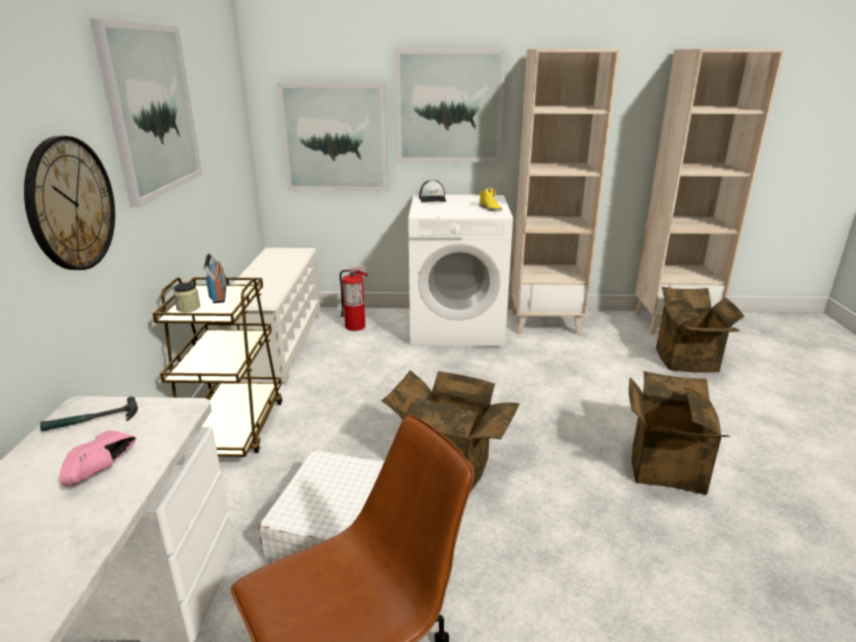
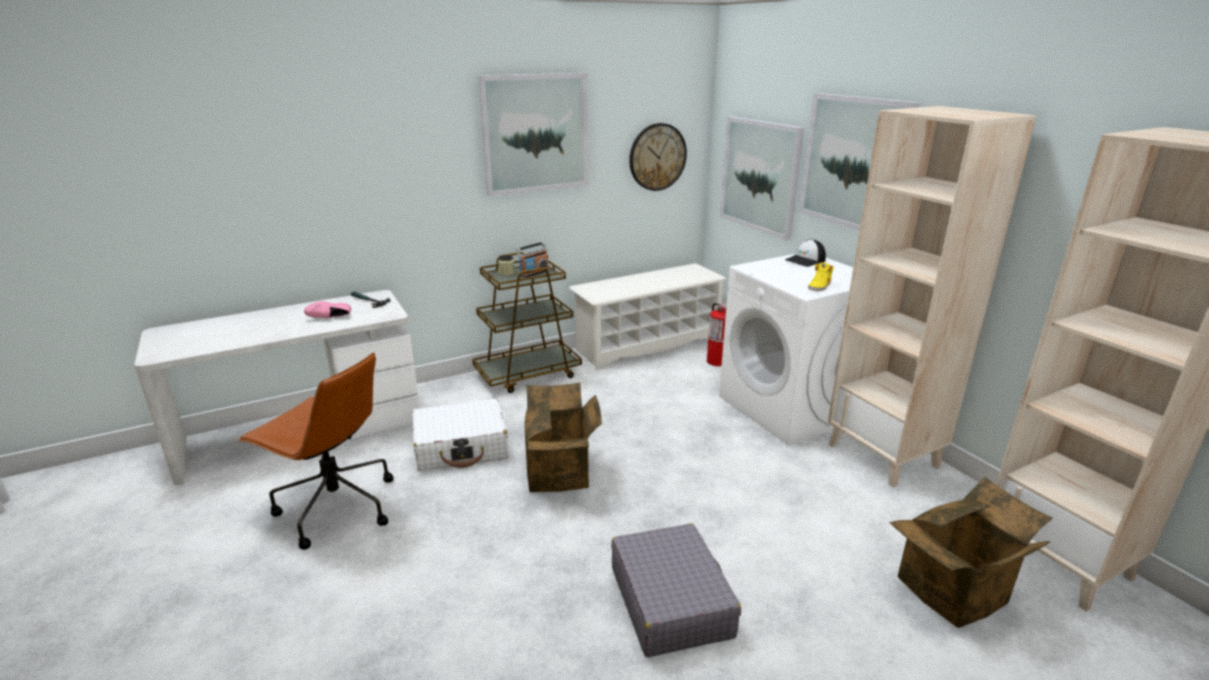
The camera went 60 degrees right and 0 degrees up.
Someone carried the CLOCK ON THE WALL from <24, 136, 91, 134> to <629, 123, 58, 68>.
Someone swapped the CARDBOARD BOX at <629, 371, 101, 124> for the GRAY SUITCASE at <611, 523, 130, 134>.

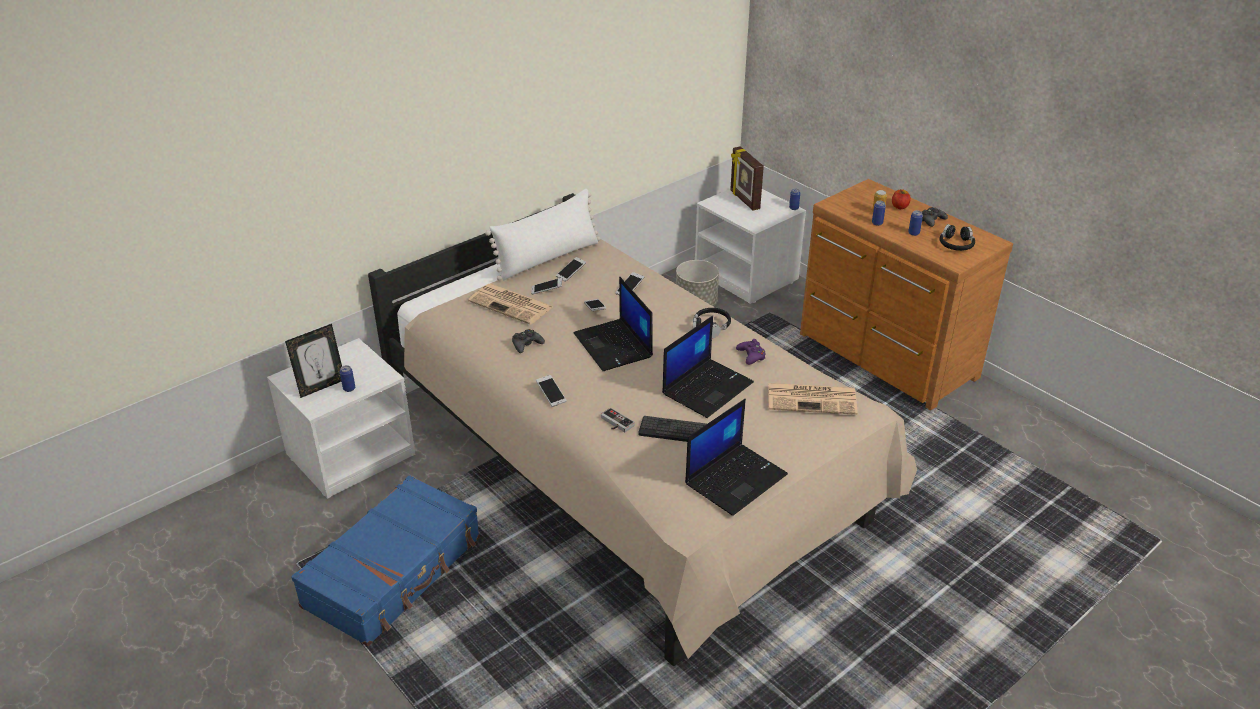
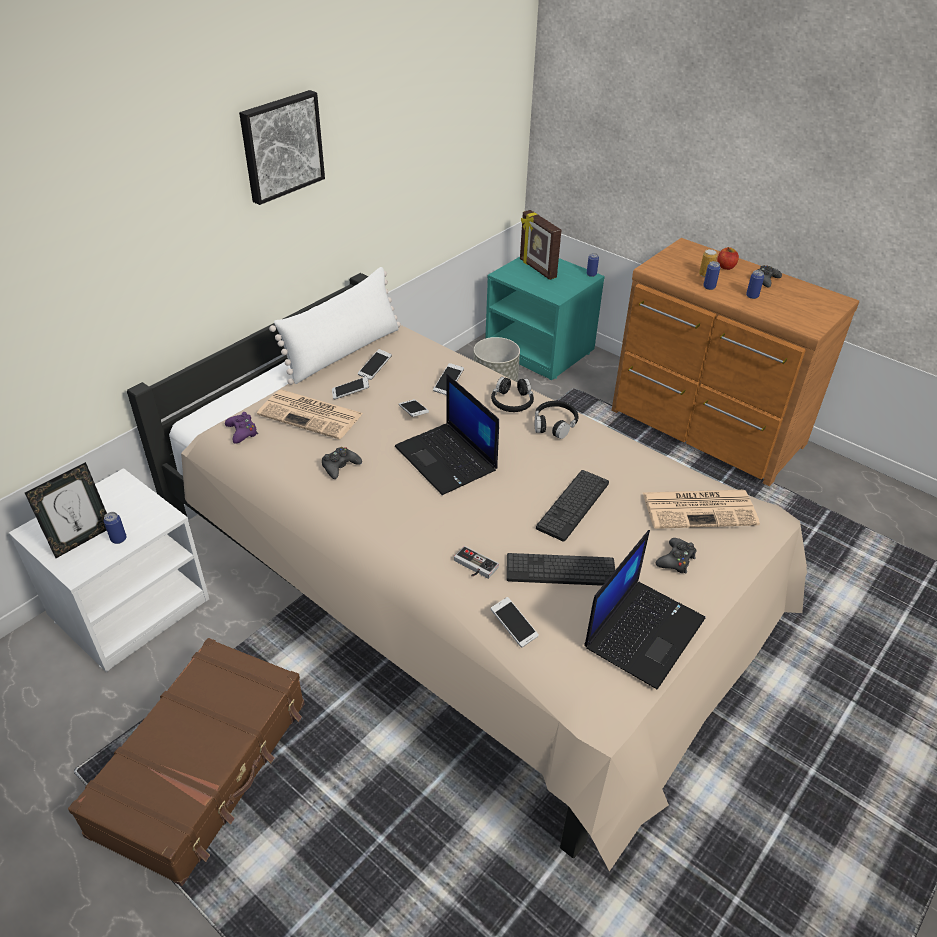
The camera went 10 degrees left and 5 degrees up.
Someone put up the WALL ART at <239, 90, 86, 115>.
Someone put down the BLACK JOYPAD at <656, 538, 40, 35>.
Someone carried the TELEPHONE from <536, 375, 31, 32> to <490, 597, 49, 51>.
Someone carried the PURPLE-COLOURED JOYPAD from <736, 339, 29, 26> to <225, 412, 33, 32>.
Someone carried the BLACK HEADSET from <939, 224, 36, 27> to <491, 377, 43, 35>.
Someone swapped the LAPTOP at <662, 316, 92, 102> for the COMPUTER KEYBOARD at <536, 470, 73, 72>.
Someone repainted the BLUE SUITCASE at <291, 475, 189, 172>, which became the BROWN-COLOURED SUITCASE at <68, 638, 237, 248>.
Someone repainted the WHITE NIGHT TABLE at <695, 189, 111, 115>, which became the TURQUOISE NIGHT TABLE at <485, 257, 120, 123>.

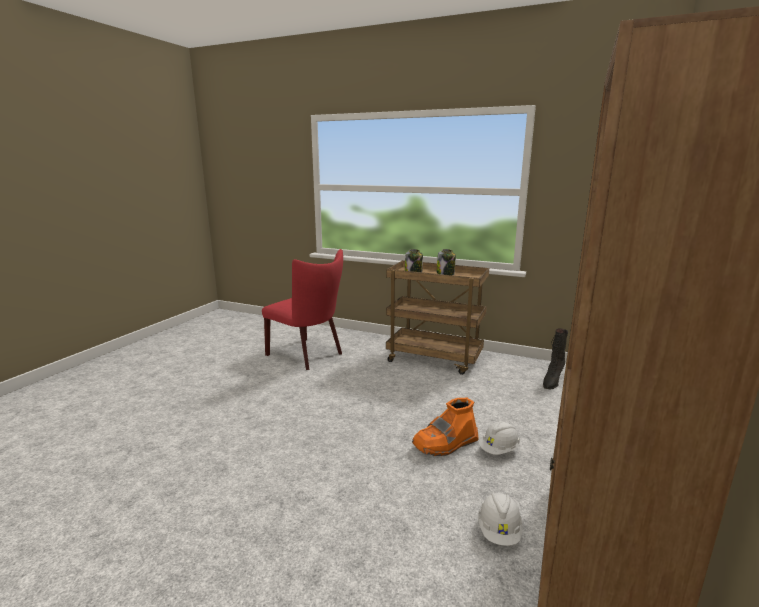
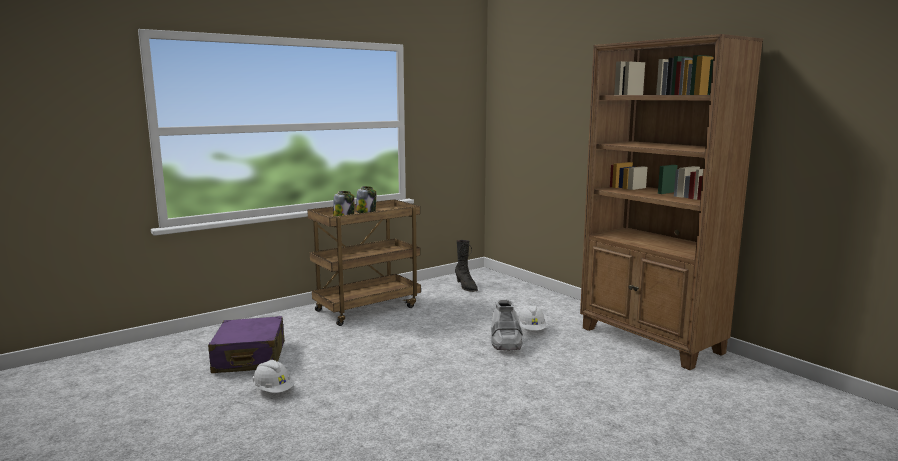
The camera went 60 degrees left and 5 degrees down.
Someone carried the WHITE HARD HAT from <478, 492, 45, 54> to <252, 360, 43, 33>.
Someone swapped the RED PLAIN CHAIR at <262, 249, 81, 121> for the PURPLE-COLOURED SUITCASE at <208, 316, 77, 57>.
Someone repainted the ORANGE-COLOURED TALL BOOT at <412, 398, 67, 58>, which became the GRAY TALL BOOT at <491, 299, 32, 51>.

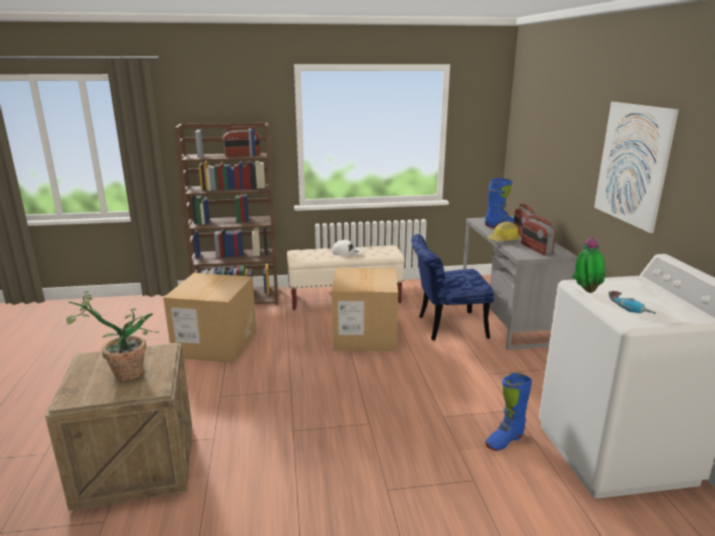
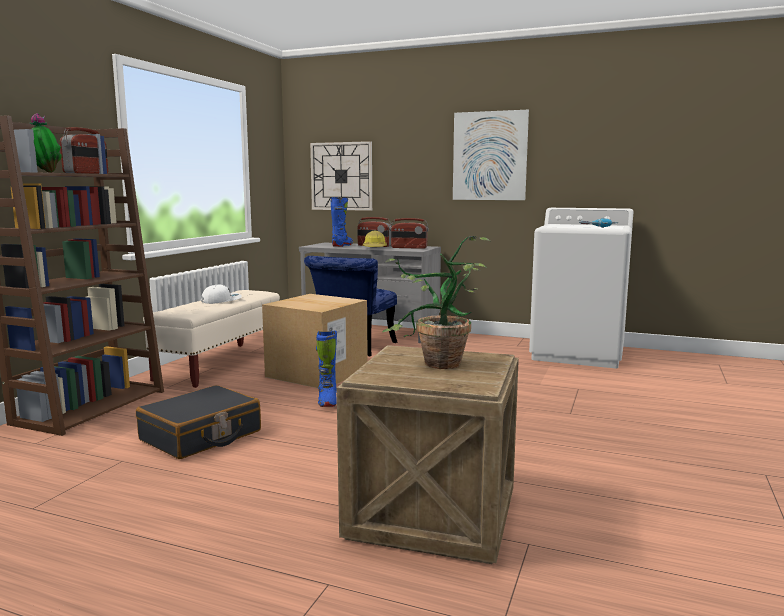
The camera went 60 degrees left and 10 degrees down.
Someone put up the CLOCK ON THE WALL at <310, 141, 62, 70>.
Someone carried the BLUE TALL BOOT from <485, 373, 47, 78> to <316, 330, 21, 77>.
Someone carried the POTTED PLANT from <572, 237, 34, 56> to <29, 113, 33, 60>.
Someone swapped the CARDBOARD BOX at <163, 273, 94, 90> for the BLACK SUITCASE at <136, 385, 125, 74>.

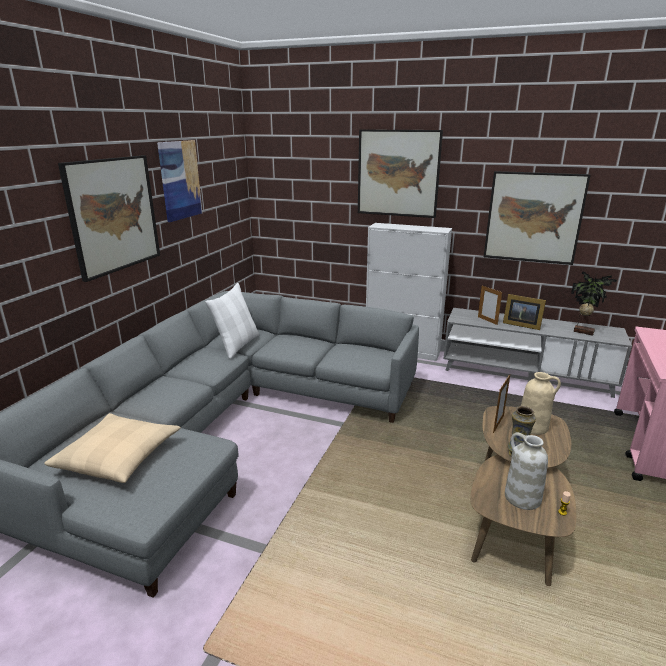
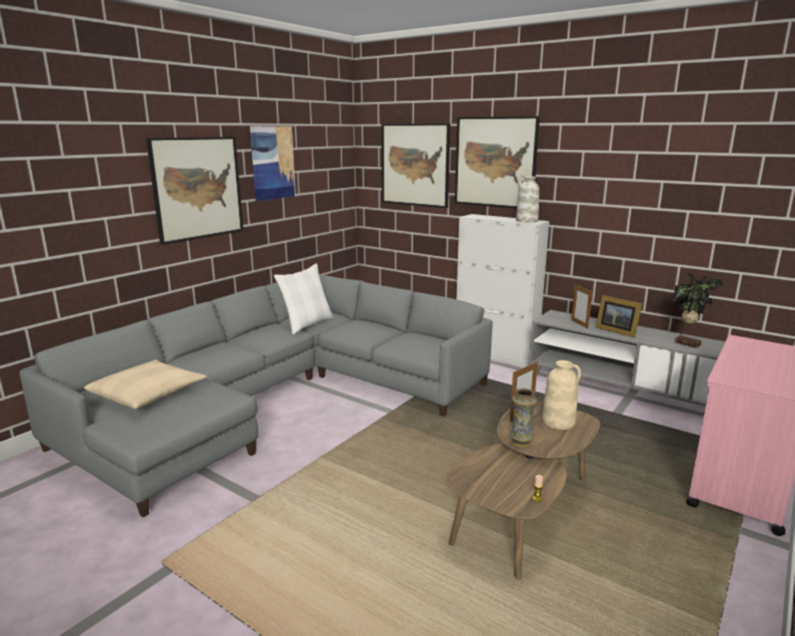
The camera went 15 degrees right and 5 degrees down.
Someone carried the WALL ART from <484, 171, 107, 94> to <381, 123, 69, 85>.
Someone carried the WHITE DECORATIVE VASE from <505, 432, 43, 78> to <516, 175, 23, 48>.

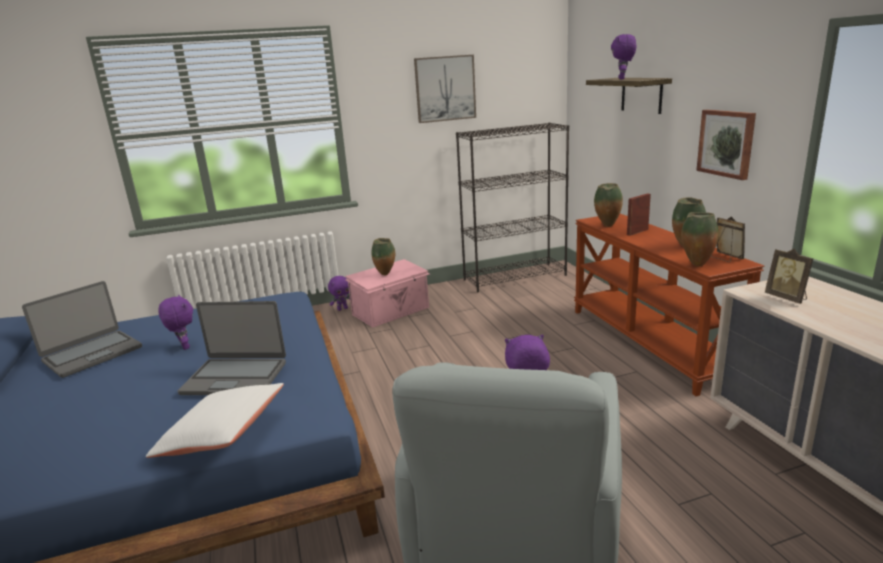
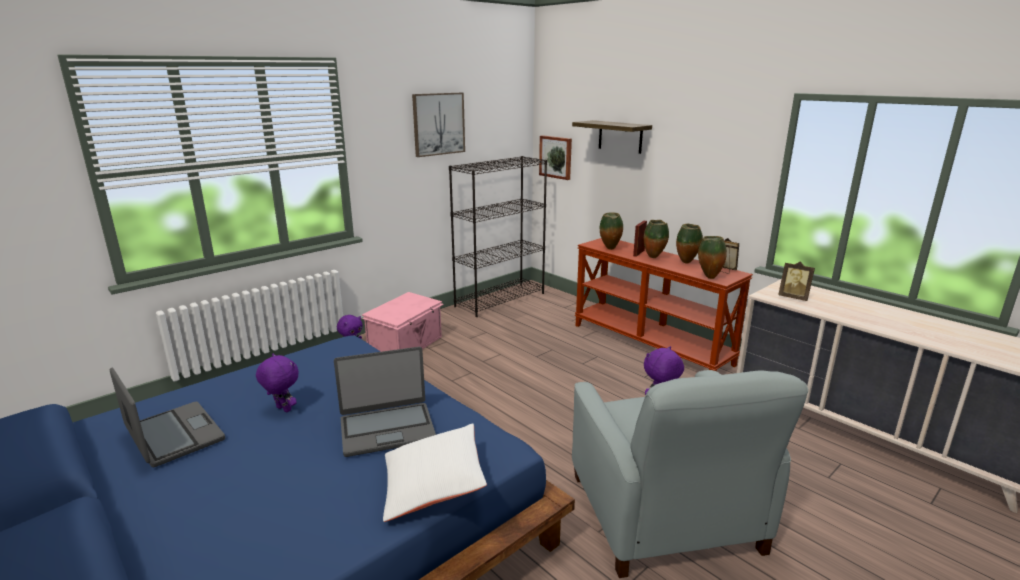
The camera went 25 degrees left and 0 degrees up.
Someone took away the PURPLE-COLOURED SOFT TOY at <611, 34, 26, 45>.
Someone carried the DECORATIVE VASE from <371, 238, 24, 37> to <644, 220, 25, 38>.
Someone carried the WALL ART from <696, 110, 60, 70> to <539, 135, 33, 45>.
Someone rotated the LAPTOP at <22, 281, 120, 97> by 60 degrees counterclockwise.

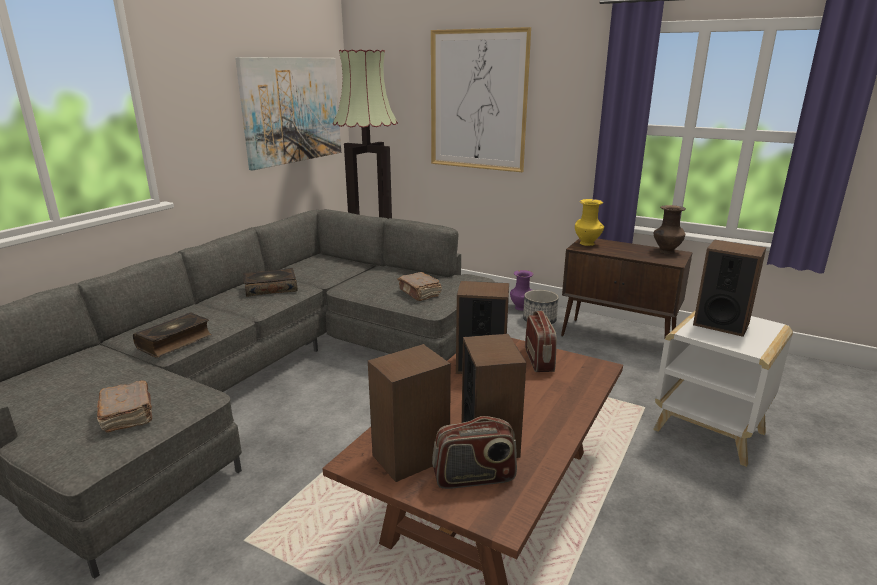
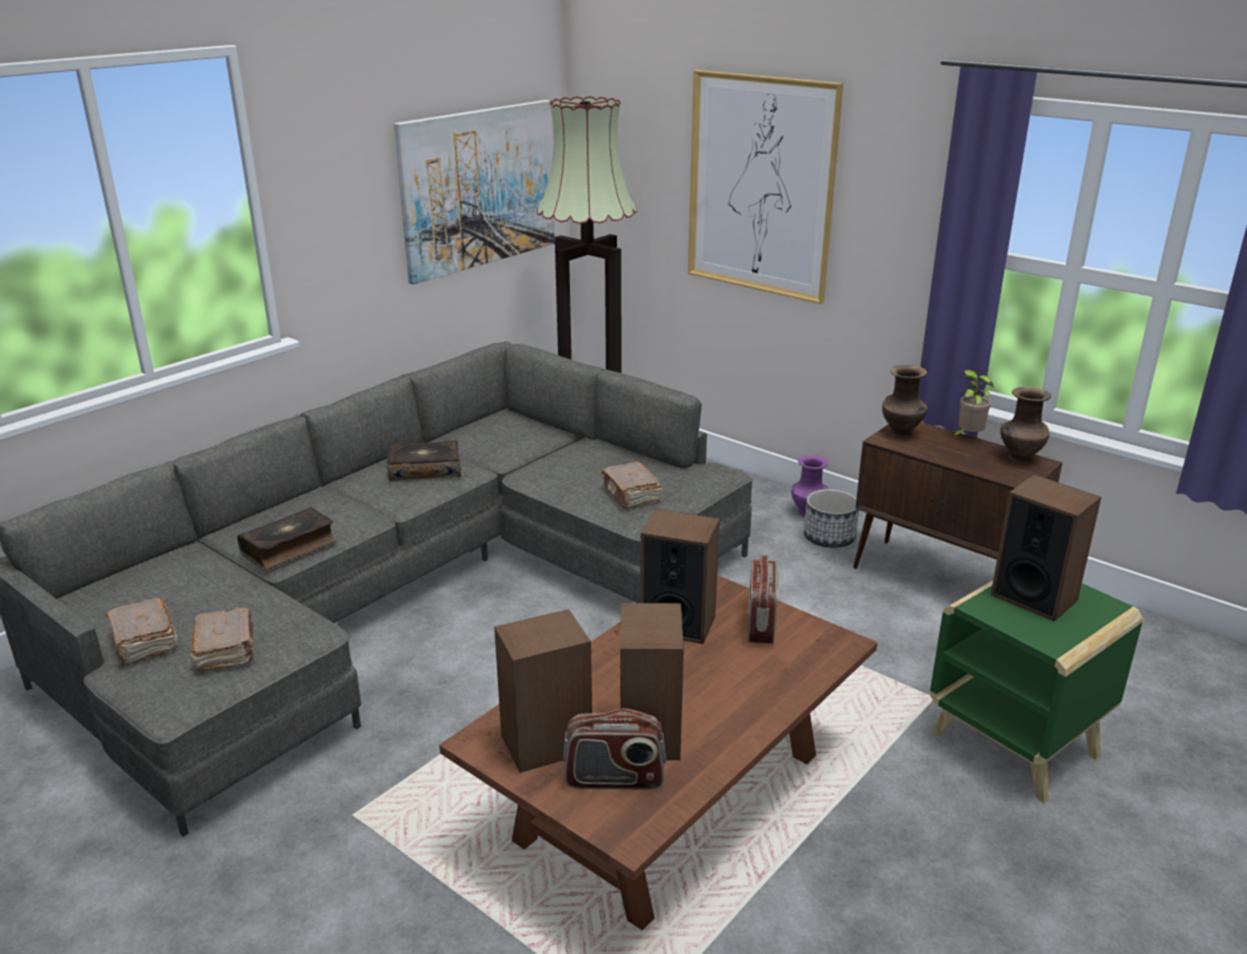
The camera went 10 degrees right and 5 degrees up.
Someone put down the BROWN-COLOURED VOLUME at <105, 598, 72, 67>.
Someone put down the POTTED PLANT at <952, 370, 42, 67>.
Someone repainted the YELLOW DECORATIVE VASE at <575, 199, 29, 47>, which became the BROWN-COLOURED DECORATIVE VASE at <882, 365, 46, 72>.
Someone repainted the WHITE ACCENT TABLE at <653, 310, 140, 157>, which became the GREEN ACCENT TABLE at <930, 580, 213, 223>.

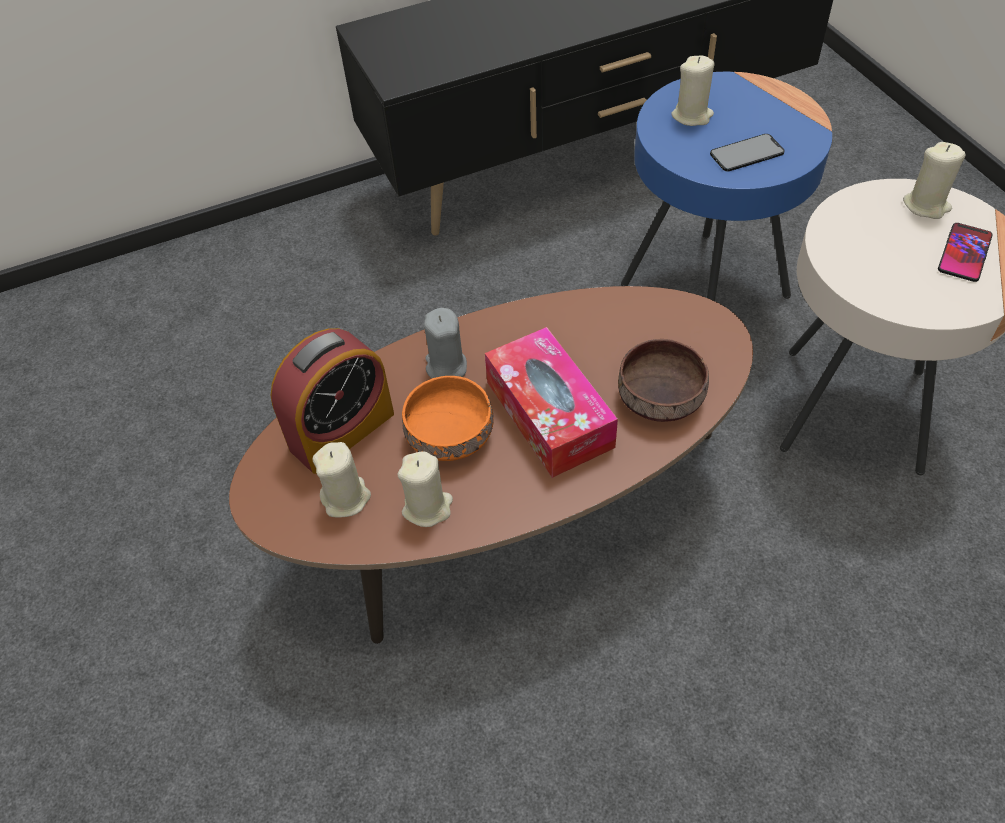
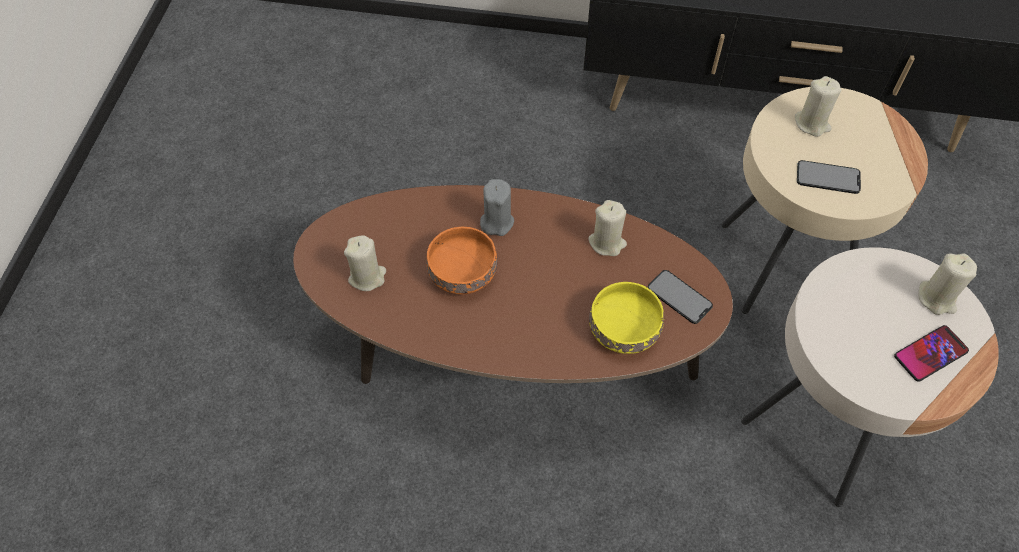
The camera went 30 degrees right and 5 degrees up.
Someone took away the TABLE CLOCK at <271, 328, 123, 146>.
Someone took away the BOX OF TISSUES at <485, 327, 133, 151>.
Someone put down the TELEPHONE at <648, 270, 65, 54>.
Someone carried the SAND-COLOURED WAX CANDLE from <398, 451, 55, 76> to <588, 200, 39, 56>.
Someone repainted the BROWN-COLOURED DEEP DISH at <618, 339, 91, 83>, which became the YELLOW DEEP DISH at <589, 282, 75, 72>.
Someone repainted the BLUE ACCENT TABLE at <621, 72, 211, 229>, which became the SAND-COLOURED ACCENT TABLE at <722, 87, 206, 227>.

